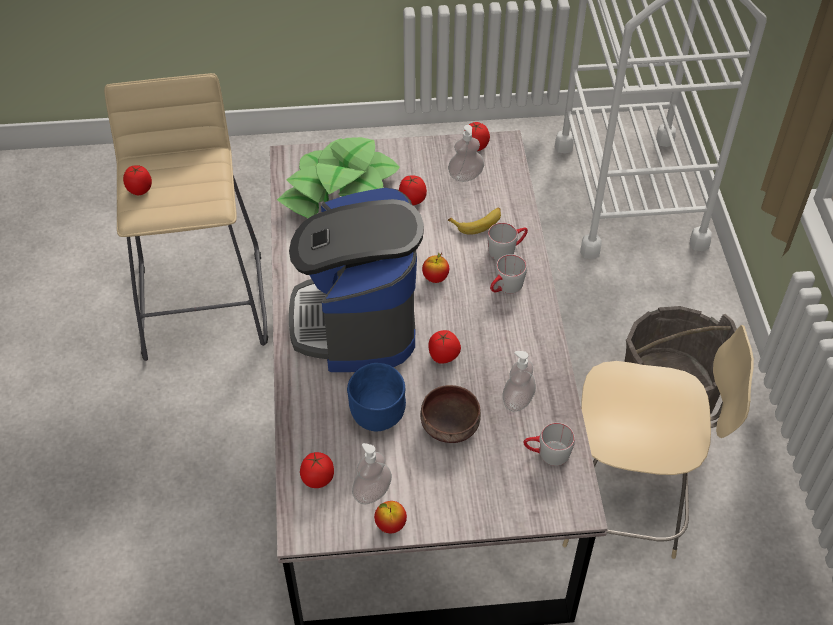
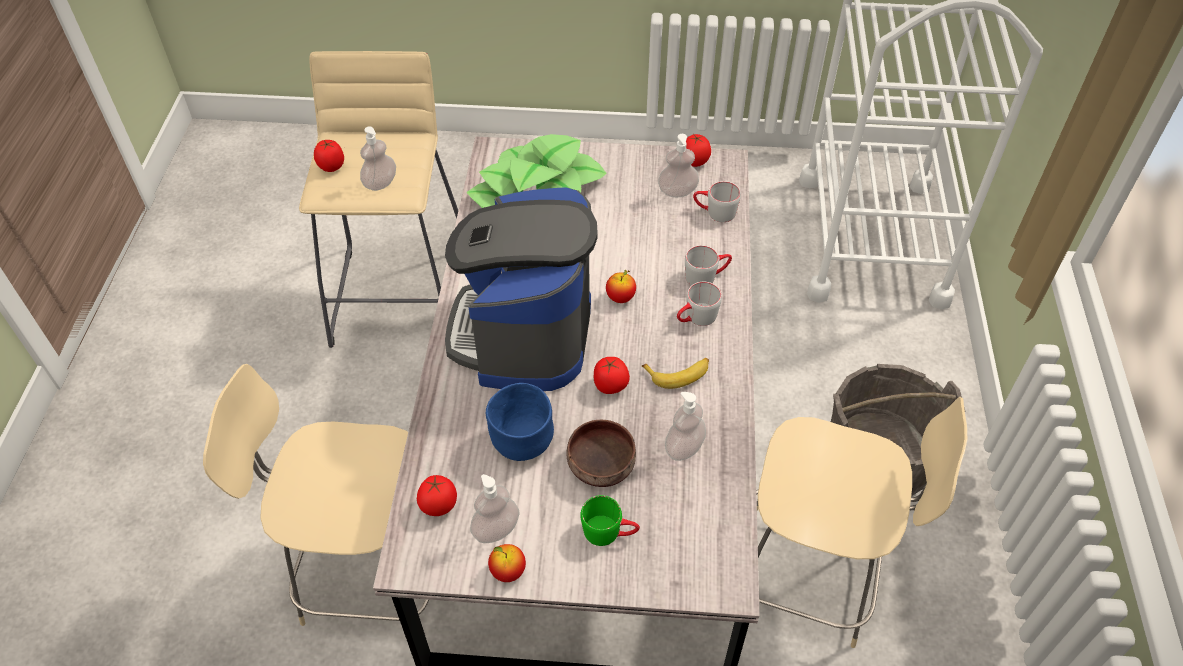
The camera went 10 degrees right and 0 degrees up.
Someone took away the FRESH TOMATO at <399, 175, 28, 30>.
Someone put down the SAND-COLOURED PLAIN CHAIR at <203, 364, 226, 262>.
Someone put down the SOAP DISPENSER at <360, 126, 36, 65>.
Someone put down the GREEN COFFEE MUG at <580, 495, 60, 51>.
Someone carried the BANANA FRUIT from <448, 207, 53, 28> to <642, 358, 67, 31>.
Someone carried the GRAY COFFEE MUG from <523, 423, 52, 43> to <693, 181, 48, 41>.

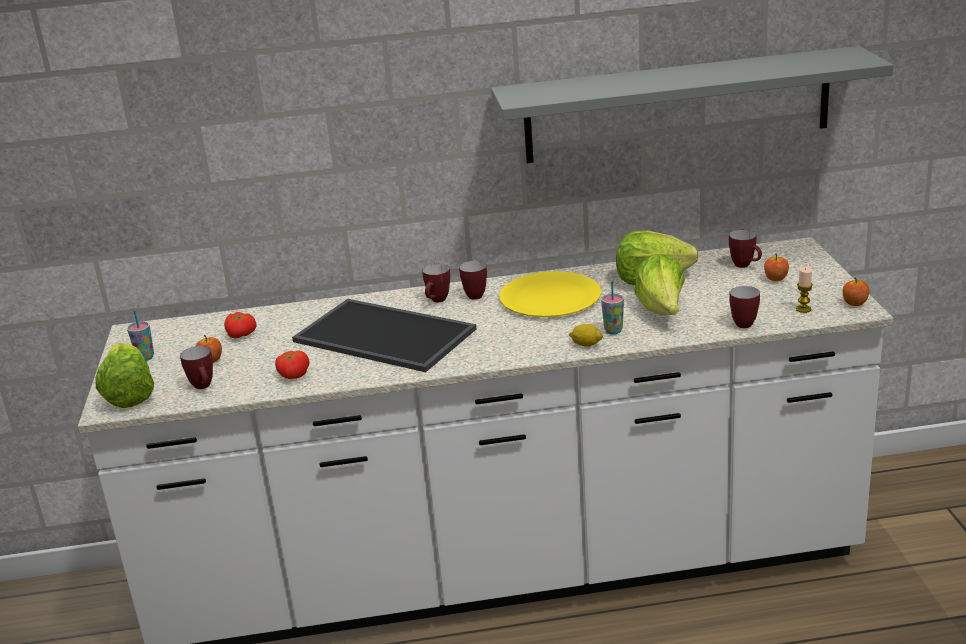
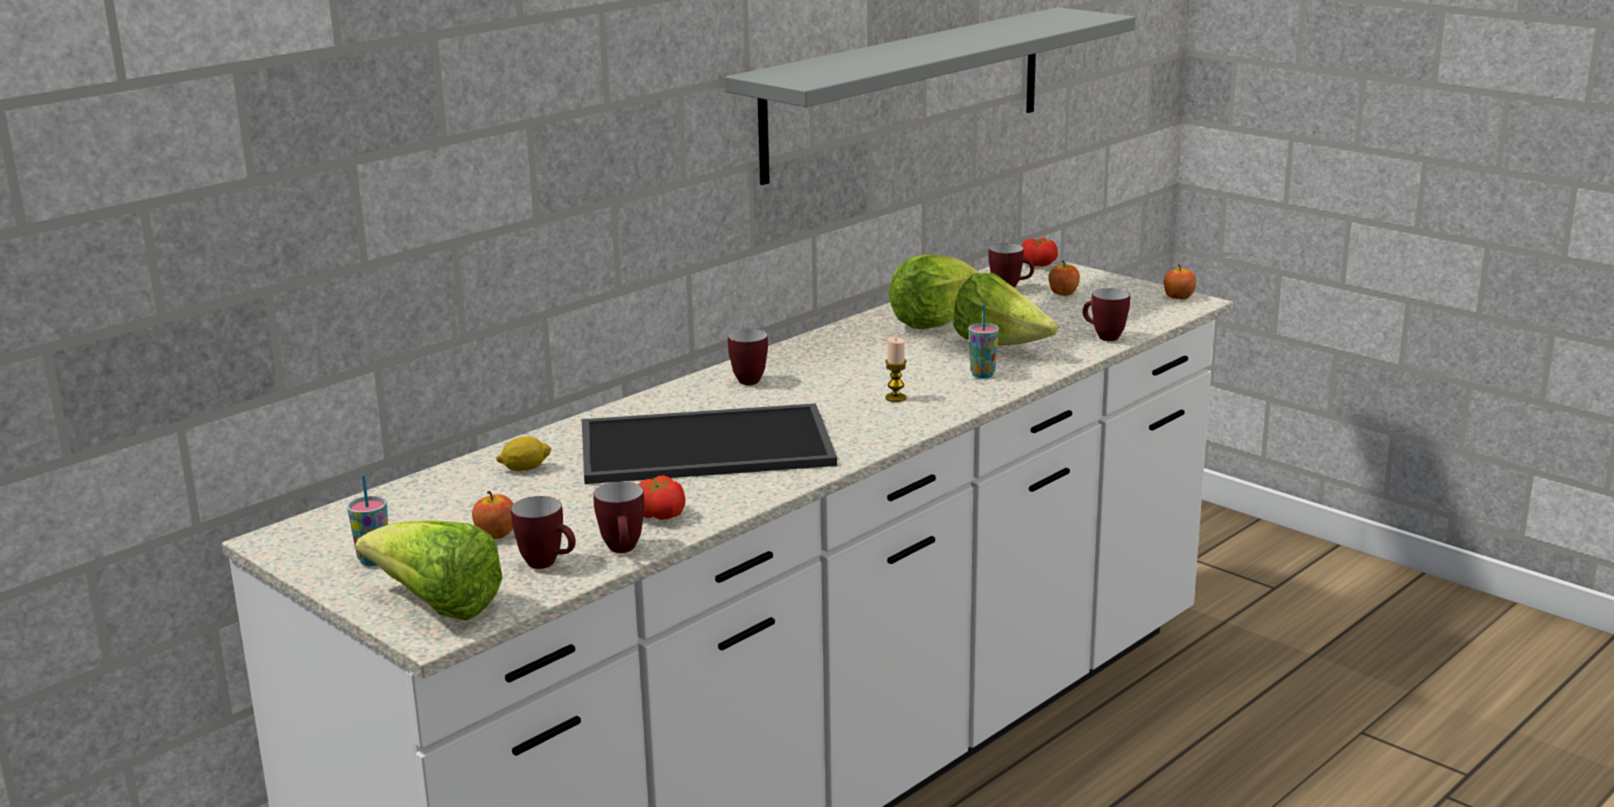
The camera went 40 degrees left and 5 degrees down.
Someone took away the YELLOW FLAT DISH at <500, 271, 101, 46>.
Someone carried the FRESH TOMATO from <224, 312, 33, 26> to <1021, 238, 37, 29>.
Someone carried the COFFEE MUG from <422, 264, 28, 38> to <593, 482, 52, 71>.
Someone carried the CITRUS FRUIT from <569, 324, 34, 23> to <496, 436, 56, 35>.
Someone carried the WAX CANDLE from <796, 267, 17, 46> to <885, 337, 22, 65>.

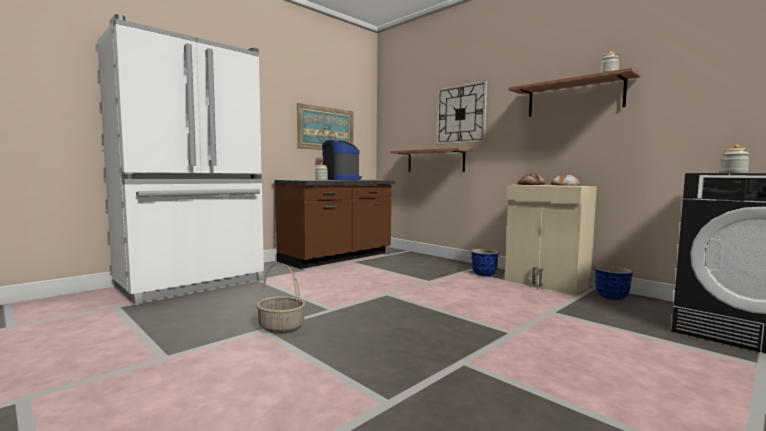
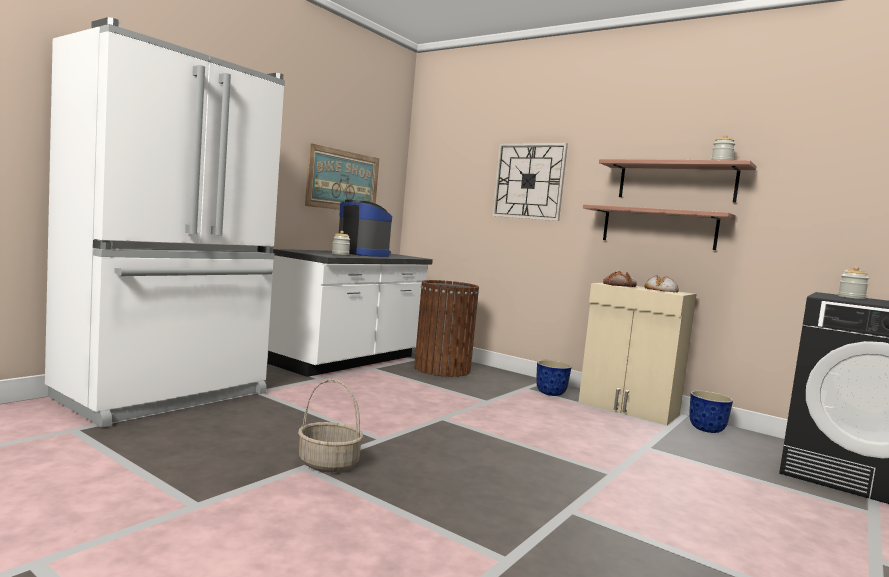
The camera went 10 degrees left and 0 degrees up.
Someone put down the BROWN-COLOURED RUBBISH BIN at <414, 280, 65, 97>.
Someone carried the WALL SHELF from <390, 148, 83, 24> to <583, 204, 153, 46>.
Someone repainted the BROWN-COLOURED KITCHEN COUNTER at <274, 180, 120, 89>, which became the WHITE KITCHEN COUNTER at <268, 249, 165, 128>.

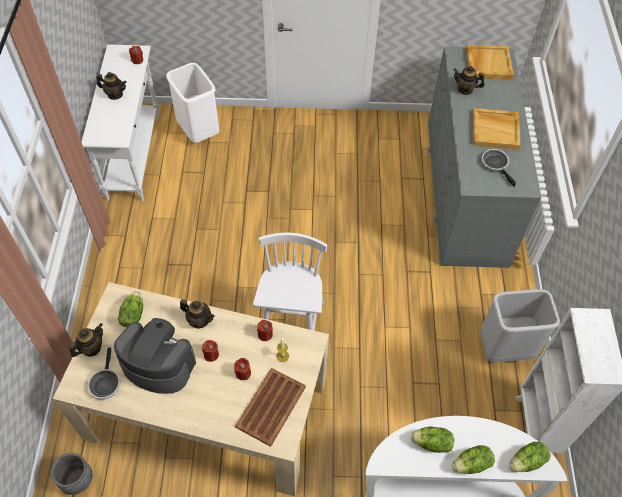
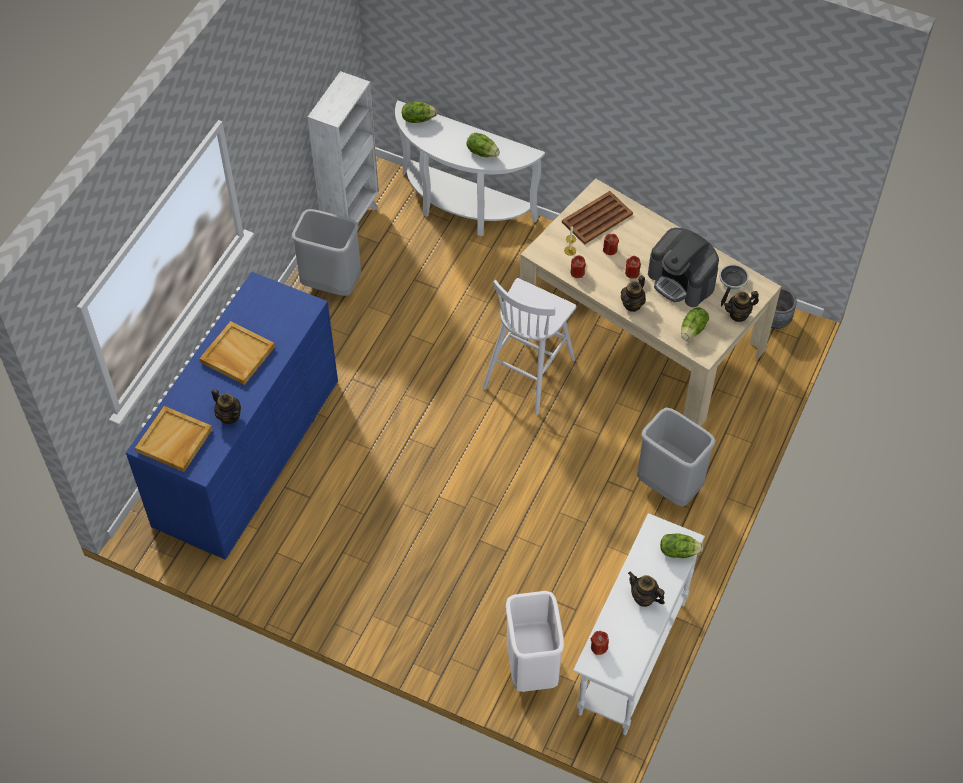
The camera went 155 degrees left and 0 degrees up.
Someone took away the SKILLET at <482, 149, 34, 38>.
Someone put down the GRAY RUBBISH BIN at <637, 407, 79, 99>.
Someone carried the HEAD OF LETTUCE from <452, 445, 43, 29> to <660, 533, 43, 25>.
Someone repainted the GRAY DRAWER CHEST at <428, 46, 113, 222>, which became the BLUE DRAWER CHEST at <126, 272, 212, 288>.
Someone rotated the POT FOR TEA at <180, 299, 35, 30> by 105 degrees counterclockwise.

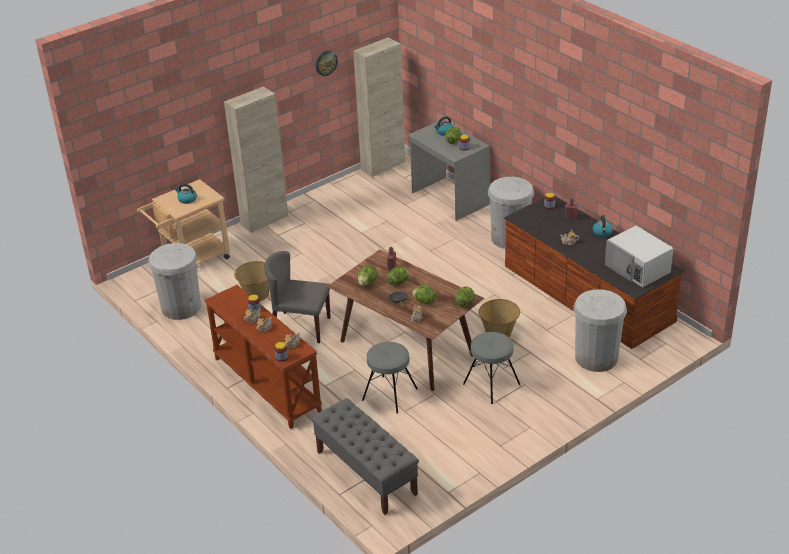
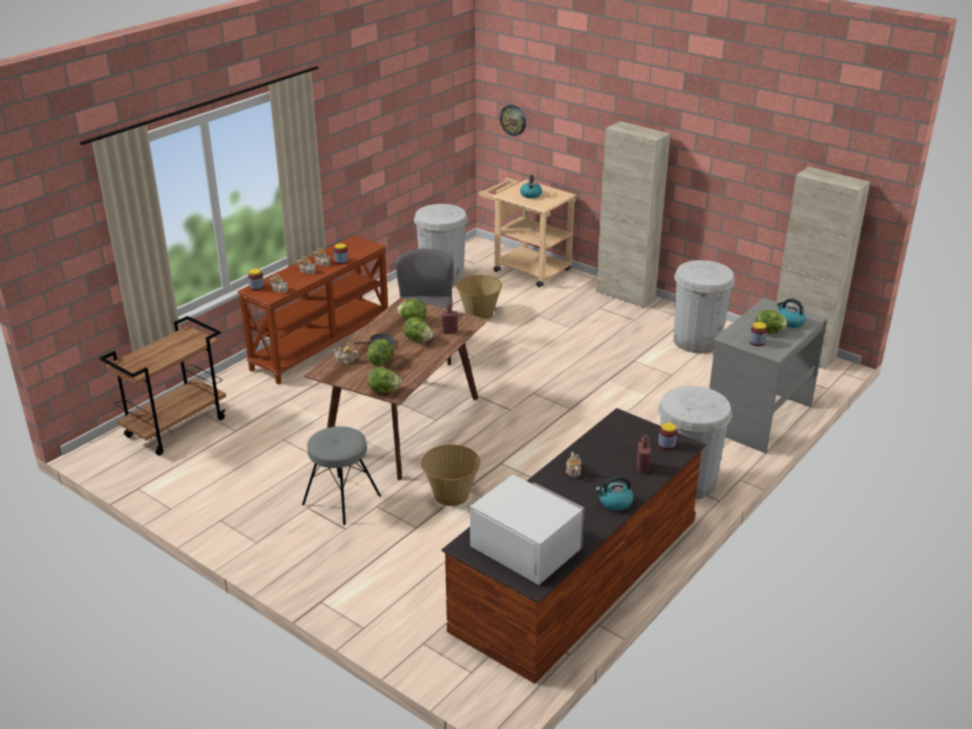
The camera went 75 degrees right and 5 degrees down.
Someone took away the GRAY STOOL at <362, 342, 56, 72>.
Someone carried the CLOCK ON THE WALL from <316, 51, 22, 25> to <500, 105, 26, 31>.
Someone carried the WHITE RUBBISH BIN from <573, 289, 54, 83> to <673, 260, 62, 94>.
Someone swapped the GRAY BENCH at <311, 398, 108, 117> for the BROWN-COLOURED CART at <100, 316, 126, 140>.
Someone rotated the WHITE MICROWAVE at <605, 226, 69, 61> by 90 degrees clockwise.

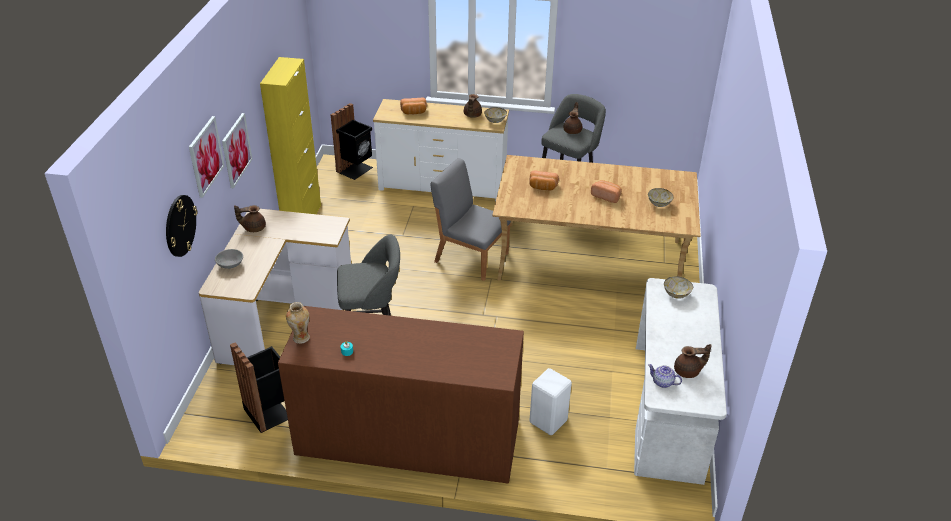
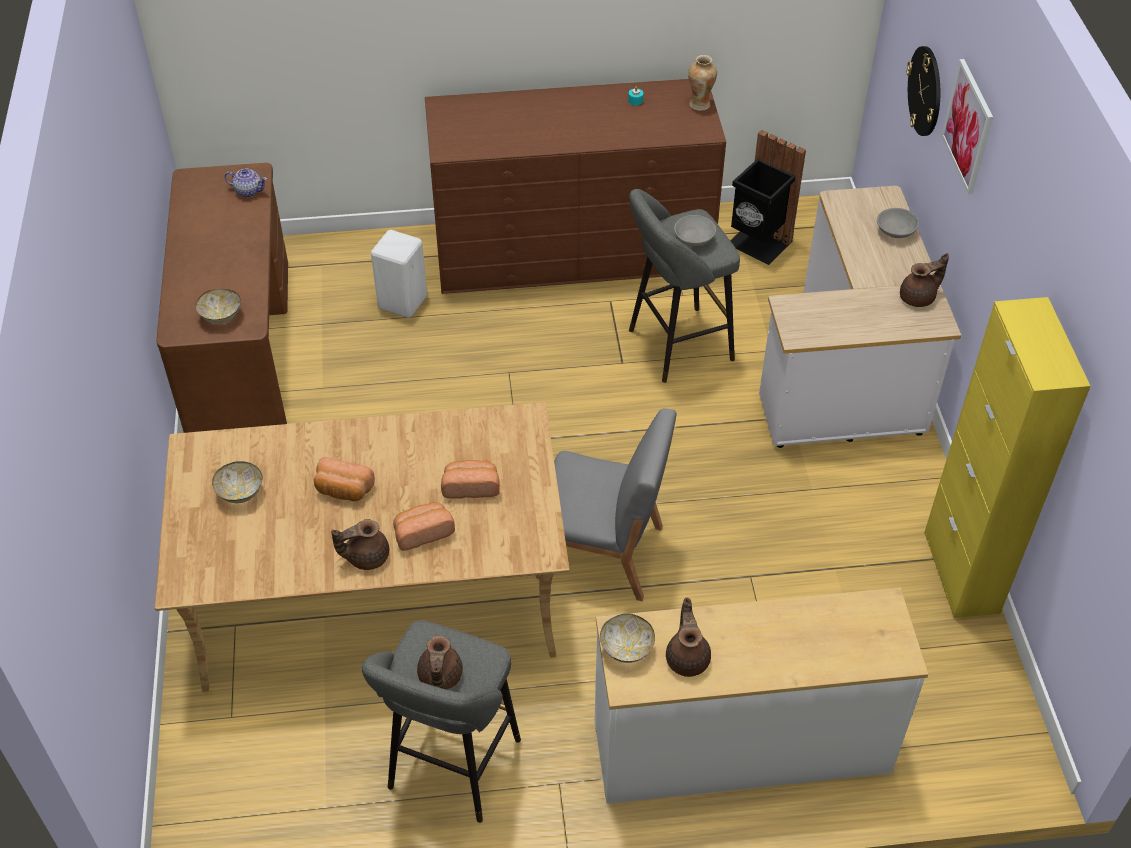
The camera went 165 degrees right and 10 degrees up.
Someone took away the WALL ART at <222, 113, 30, 75>.
Someone took away the BLACK RUBBISH BIN at <331, 103, 42, 77>.
Someone put down the GRAY DEEP DISH at <674, 215, 42, 31>.
Someone carried the BAKED BREAD from <400, 97, 27, 17> to <393, 502, 62, 49>.
Someone carried the BROWN-COLOURED POT FOR TEA from <674, 344, 38, 34> to <331, 519, 58, 51>.
Someone repainted the WHITE DESK UNIT at <634, 278, 93, 207>, which became the BROWN-COLOURED DESK UNIT at <156, 163, 132, 270>.

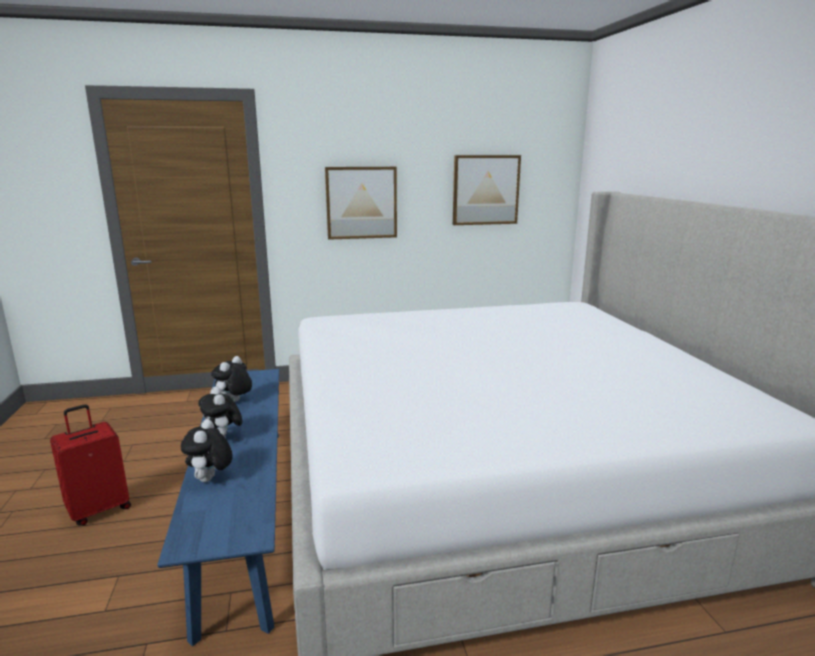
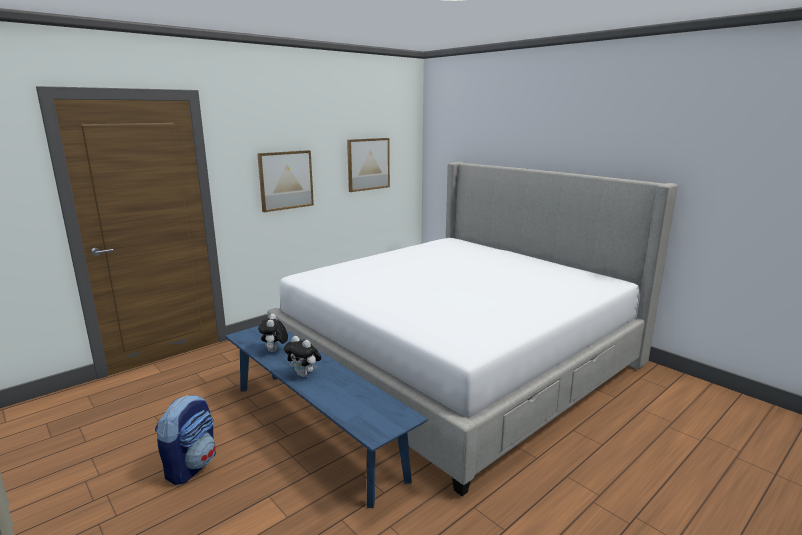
The camera went 30 degrees left and 0 degrees up.
Someone took away the SOFT TOY at <181, 419, 52, 63>.
Someone swapped the RED SUITCASE at <50, 404, 81, 122> for the RUCKSACK at <155, 395, 61, 90>.

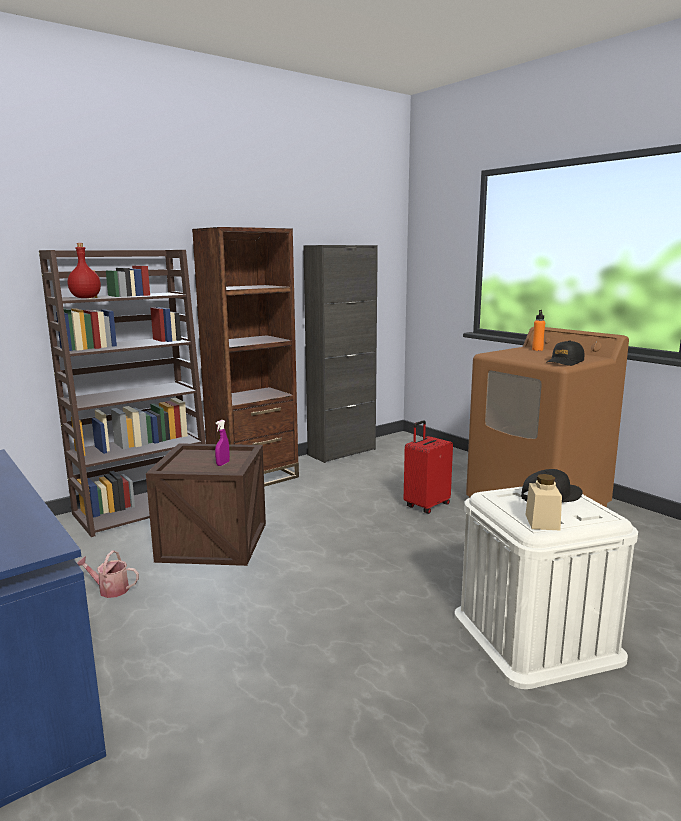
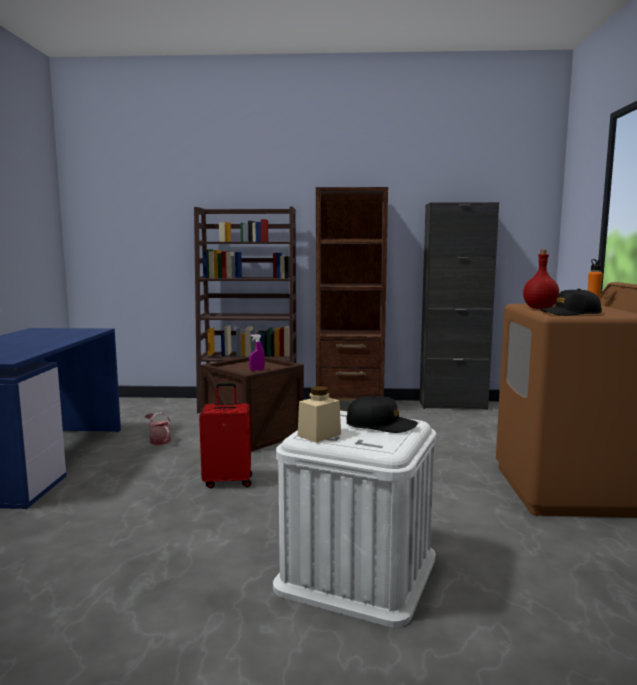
The camera went 40 degrees right and 5 degrees down.
Someone carried the RED BOTTLE from <68, 243, 33, 55> to <523, 250, 36, 59>.
Someone carried the RED SUITCASE from <404, 420, 49, 94> to <199, 383, 53, 105>.

